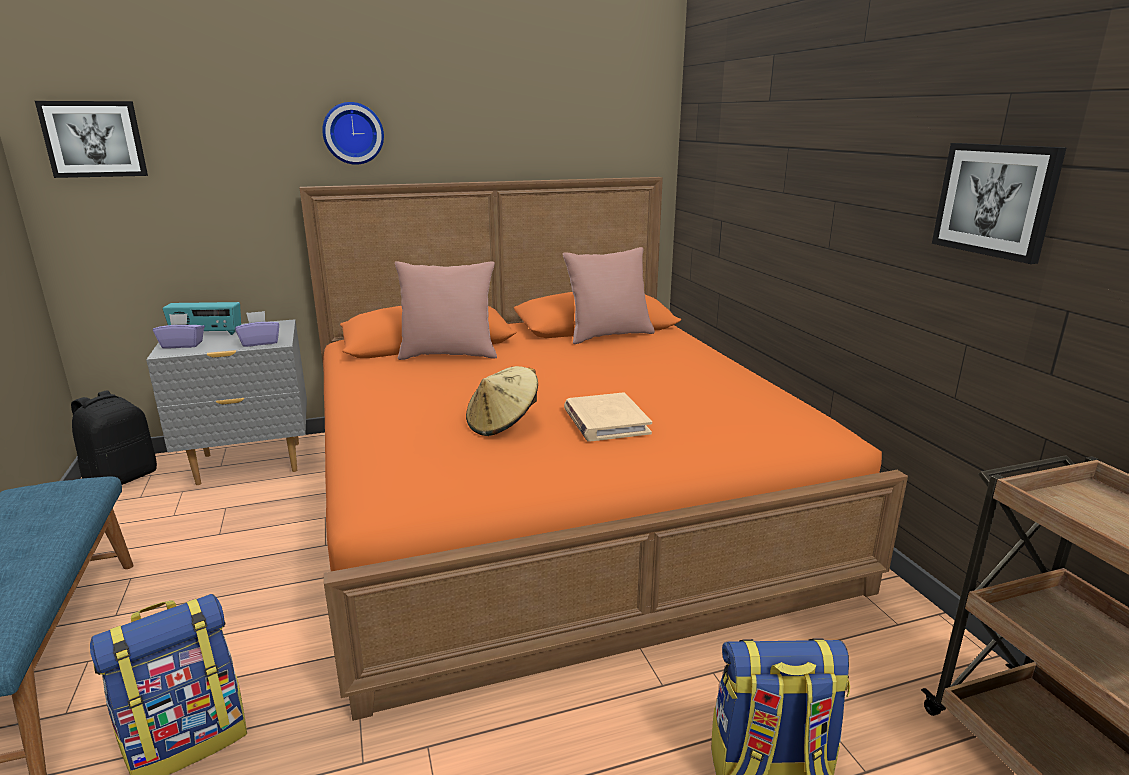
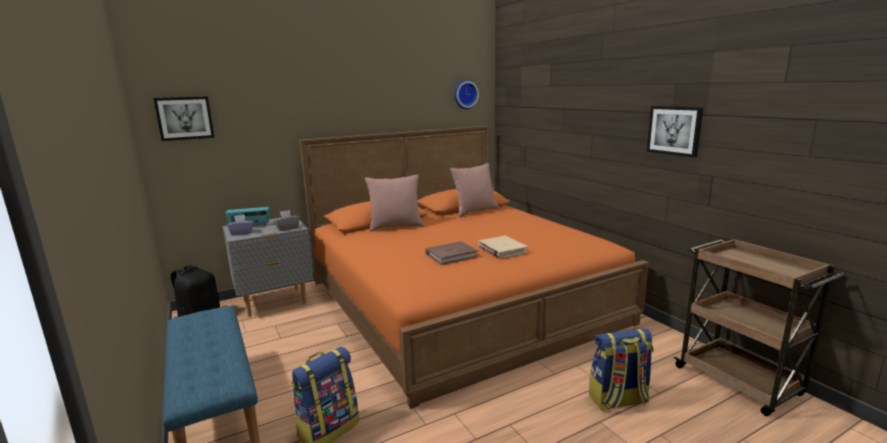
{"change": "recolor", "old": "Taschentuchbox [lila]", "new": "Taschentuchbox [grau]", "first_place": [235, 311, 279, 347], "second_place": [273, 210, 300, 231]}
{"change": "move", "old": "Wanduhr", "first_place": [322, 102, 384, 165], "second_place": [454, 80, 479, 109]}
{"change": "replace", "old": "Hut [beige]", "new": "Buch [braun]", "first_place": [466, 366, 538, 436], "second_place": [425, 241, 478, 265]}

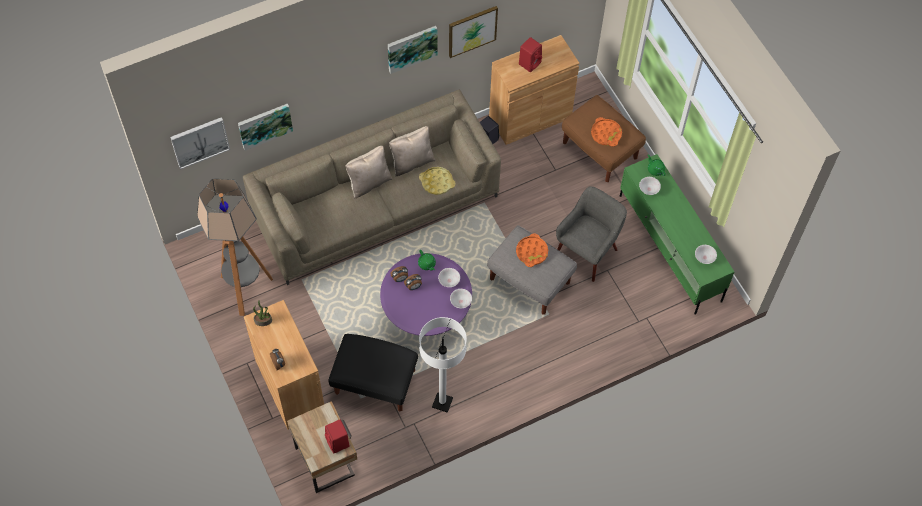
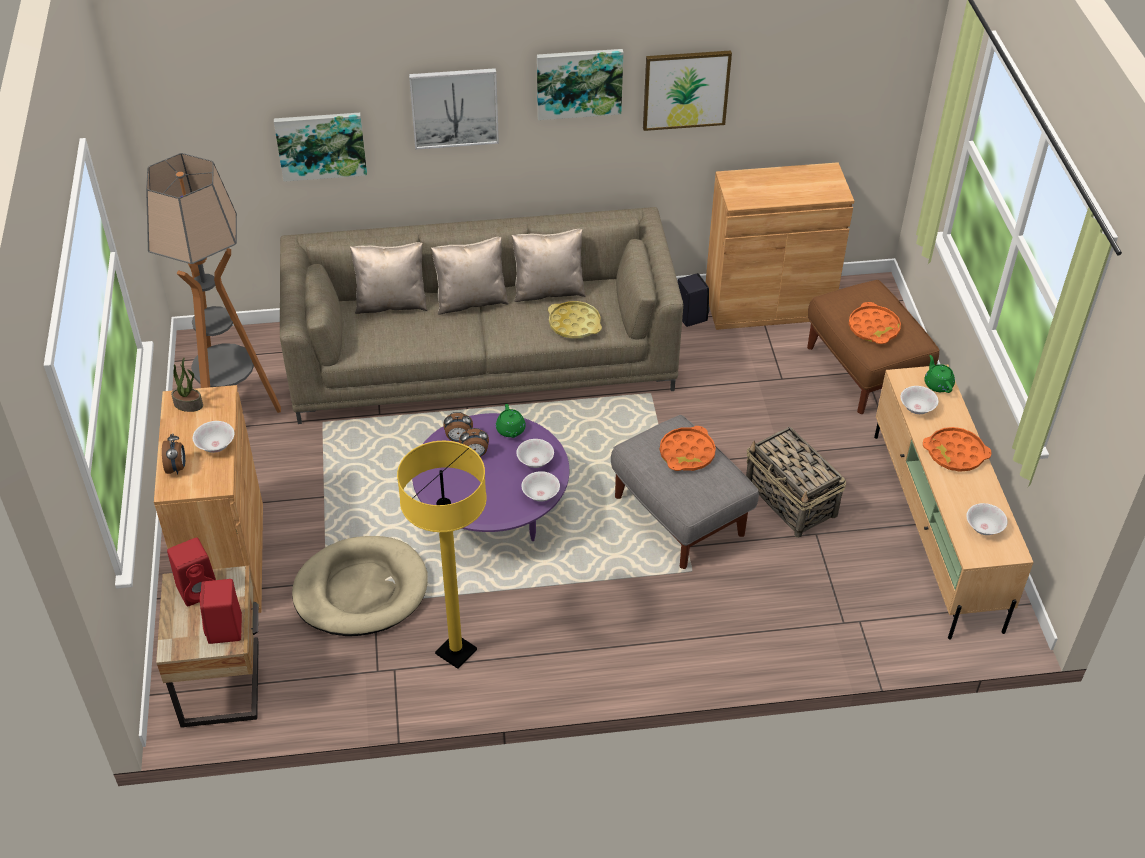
{"change": "move", "old": "Bild", "first_place": [170, 117, 230, 169], "second_place": [409, 68, 499, 150]}
{"change": "replace", "old": "Polsterhocker [schwarz]", "new": "Hundebett [beige]", "first_place": [329, 334, 418, 411], "second_place": [292, 536, 427, 636]}
{"change": "recolor", "old": "Stehlampe [weiß]", "new": "Stehlampe [gelb]", "first_place": [419, 317, 467, 413], "second_place": [397, 441, 487, 669]}
{"change": "move", "old": "Lautsprecher [rot]", "first_place": [519, 37, 542, 72], "second_place": [167, 537, 216, 607]}
{"change": "replace", "old": "Sessel [grau]", "new": "Korb", "first_place": [556, 186, 627, 282], "second_place": [746, 427, 846, 538]}
{"change": "recolor", "old": "Fernsehschrank [grün]", "new": "Fernsehschrank [beige]", "first_place": [620, 154, 735, 315], "second_place": [874, 365, 1034, 639]}
{"change": "insert", "new": "Schüssel [weiß]", "second_place": [193, 421, 234, 453]}
{"change": "insert", "new": "Kissen [beige]", "second_place": [350, 242, 428, 314]}
{"change": "insert", "new": "Tablett [orange]", "second_place": [923, 427, 992, 472]}

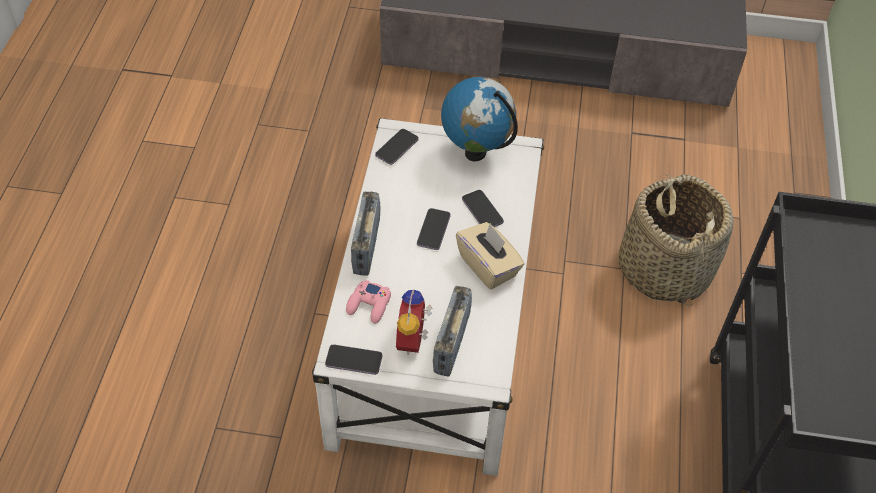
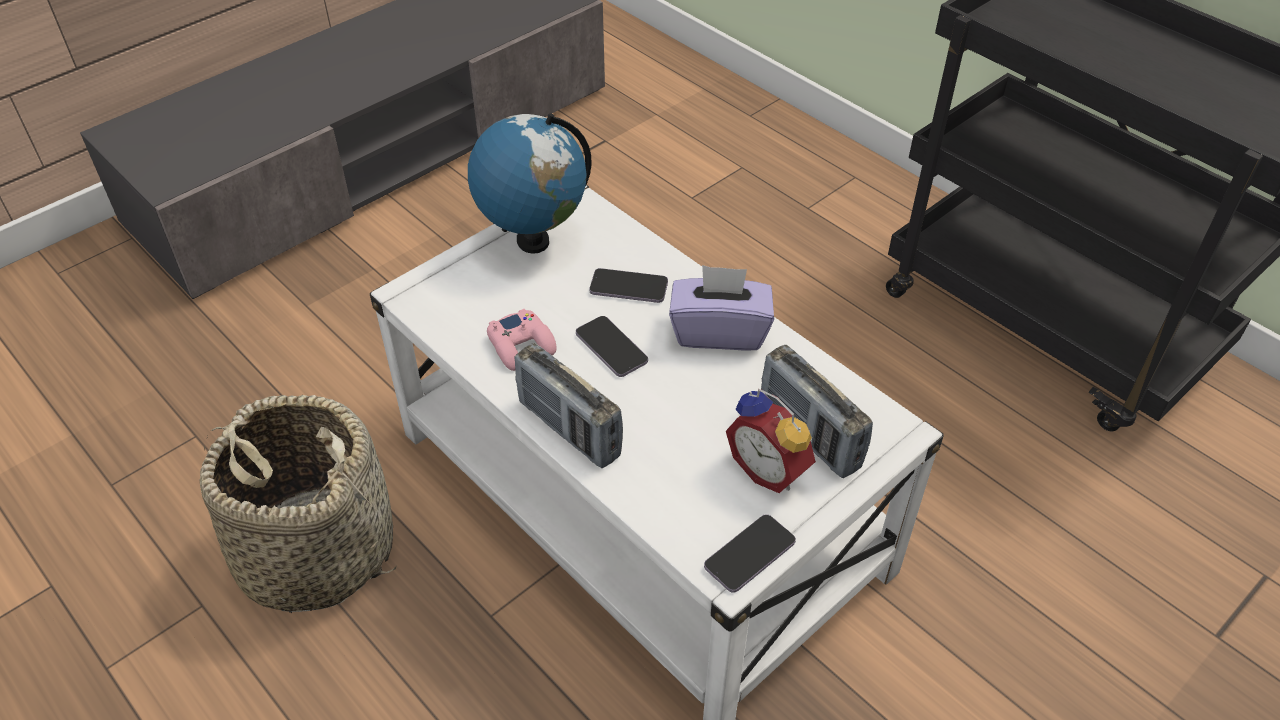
{"change": "move", "old": "Gamepad [rosa]", "first_place": [346, 280, 391, 324], "second_place": [487, 308, 557, 371]}
{"change": "delete", "old": "Handy", "first_place": [375, 129, 419, 165]}
{"change": "recolor", "old": "Taschentuchbox [beige]", "new": "Taschentuchbox [lila]", "first_place": [456, 222, 525, 290], "second_place": [669, 265, 774, 351]}
{"change": "move", "old": "Korb", "first_place": [619, 174, 733, 306], "second_place": [199, 395, 397, 613]}

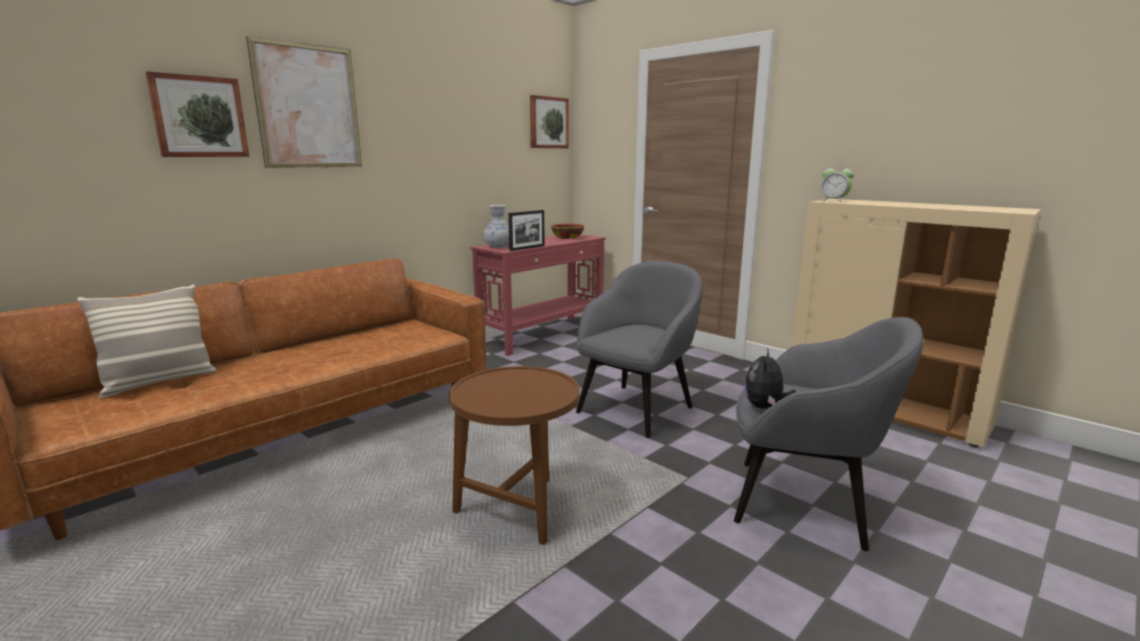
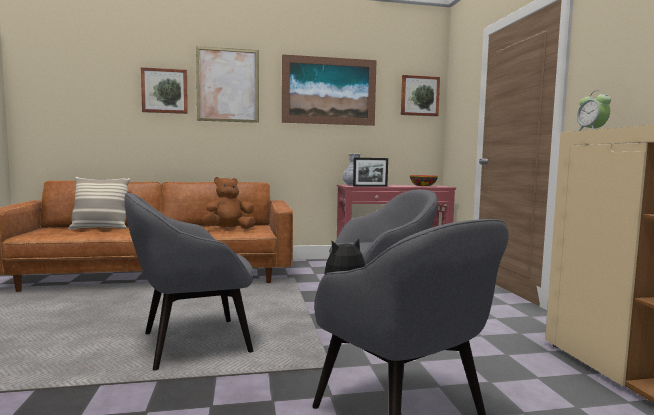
{"change": "replace", "old": "Beistelltisch [braun]", "new": "Sessel [grau]", "first_place": [449, 366, 580, 545], "second_place": [125, 193, 255, 370]}
{"change": "insert", "new": "Plüschtier [braun]", "second_place": [202, 177, 256, 229]}
{"change": "insert", "new": "Bild", "second_place": [282, 54, 377, 126]}

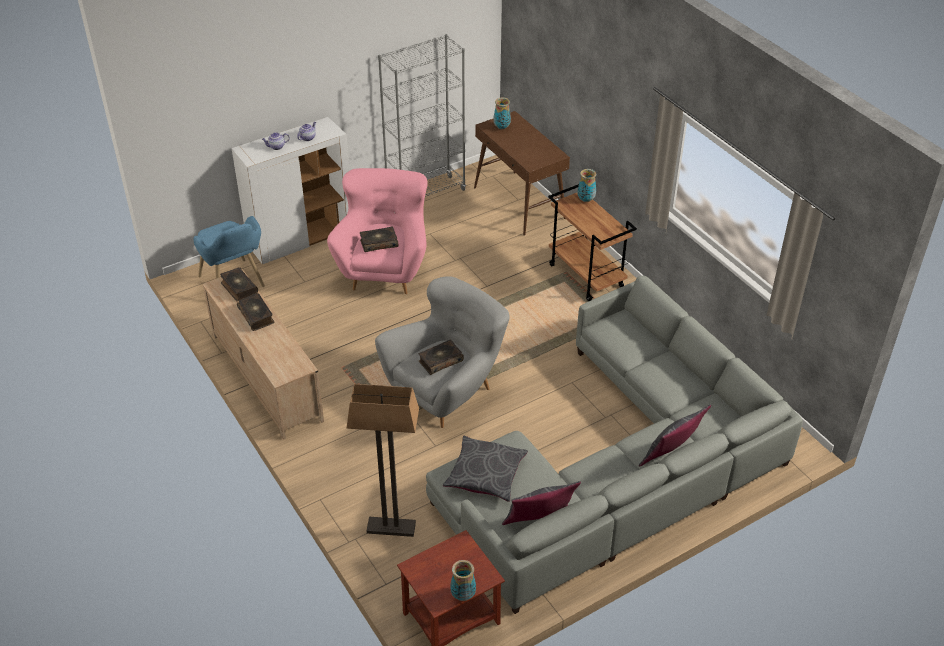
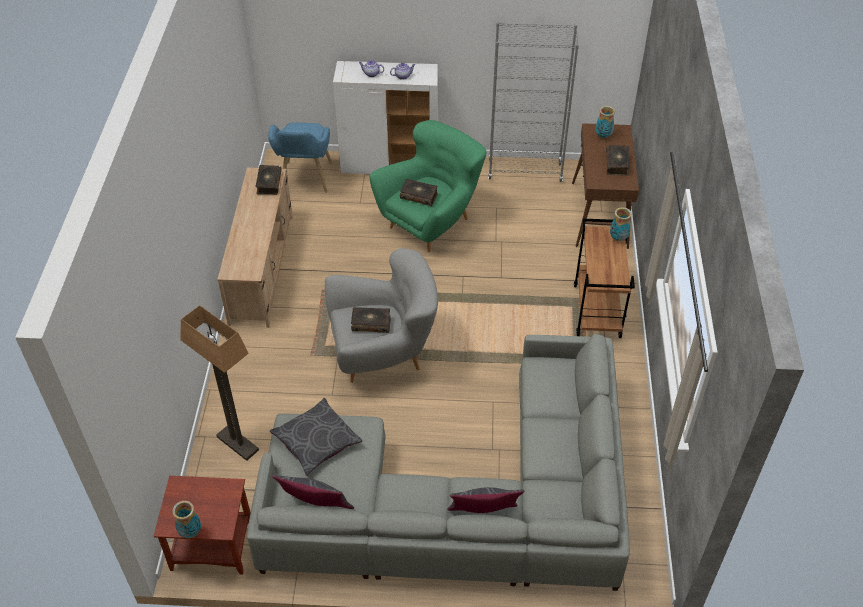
{"change": "move", "old": "Buch", "first_place": [237, 293, 274, 331], "second_place": [606, 145, 630, 176]}
{"change": "recolor", "old": "Sessel [rosa]", "new": "Sessel [grün]", "first_place": [327, 168, 428, 294], "second_place": [369, 120, 486, 252]}

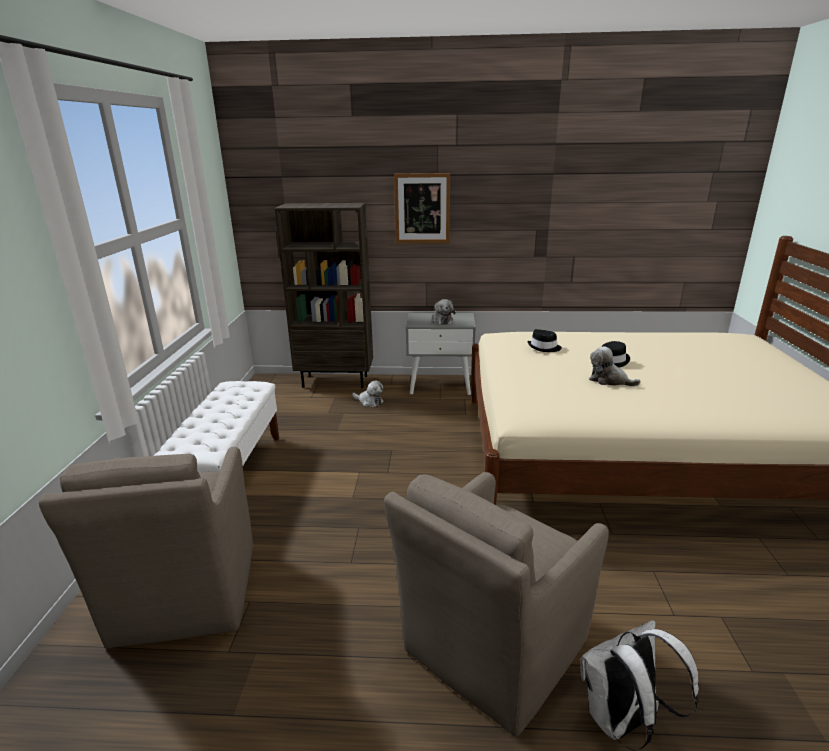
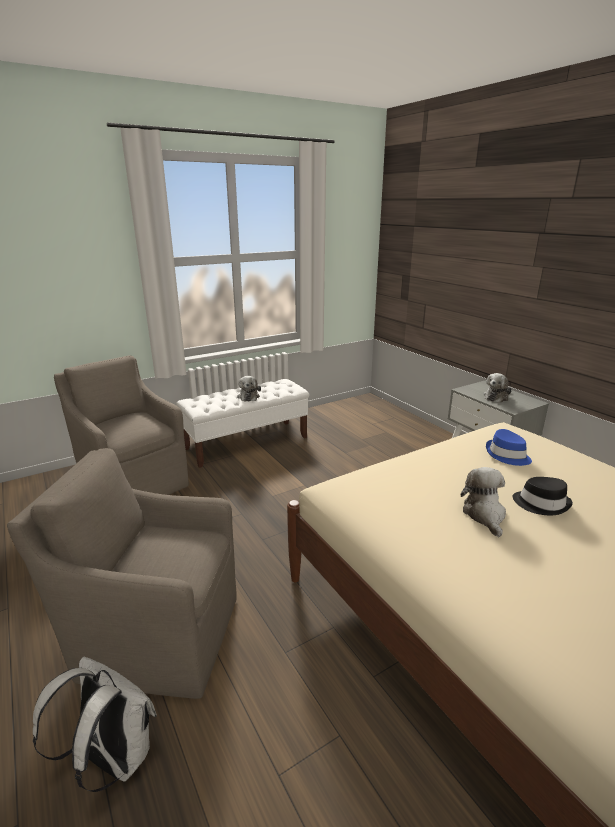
{"change": "rotate", "old": "Sessel [braun]", "first_place": [39, 447, 253, 648], "second_place": [54, 355, 189, 495], "degrees": 90}
{"change": "delete", "old": "Bücherregal [braun]", "first_place": [274, 203, 373, 388]}
{"change": "move", "old": "Plüschtier", "first_place": [352, 380, 384, 407], "second_place": [237, 376, 261, 401]}
{"change": "delete", "old": "Bild", "first_place": [394, 173, 450, 243]}
{"change": "recolor", "old": "Hut [schwarz]", "new": "Hut [blau]", "first_place": [527, 329, 562, 352], "second_place": [486, 429, 532, 466]}

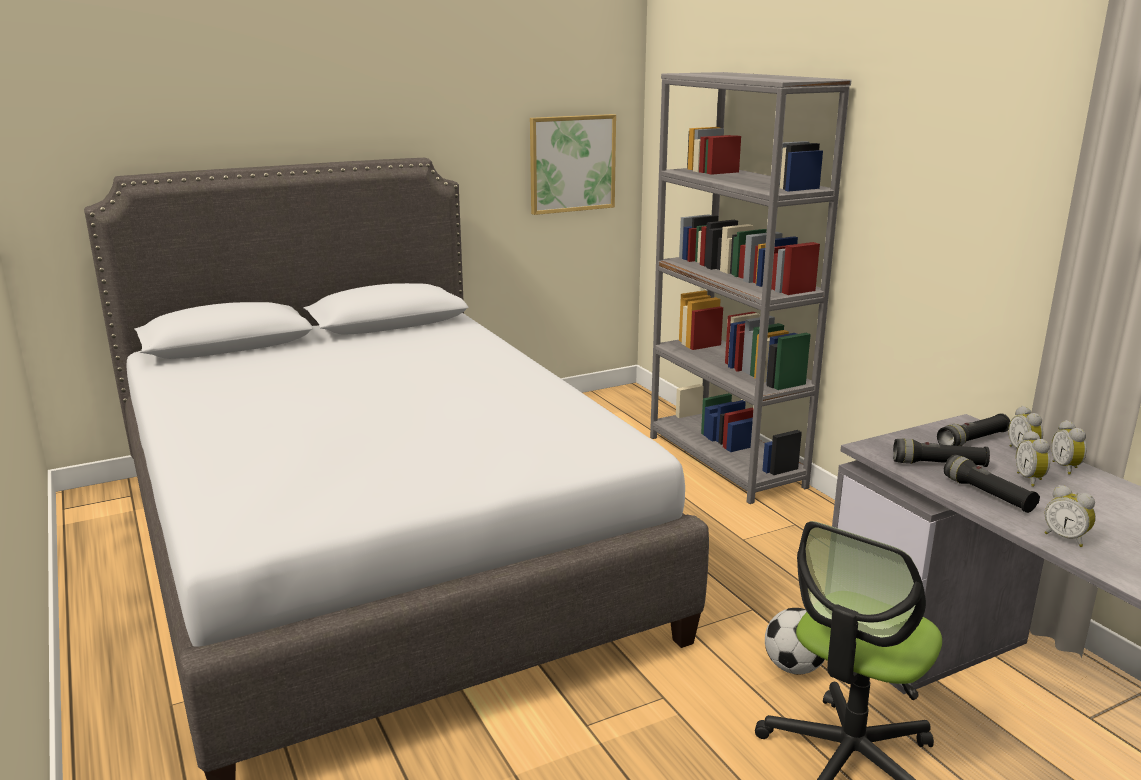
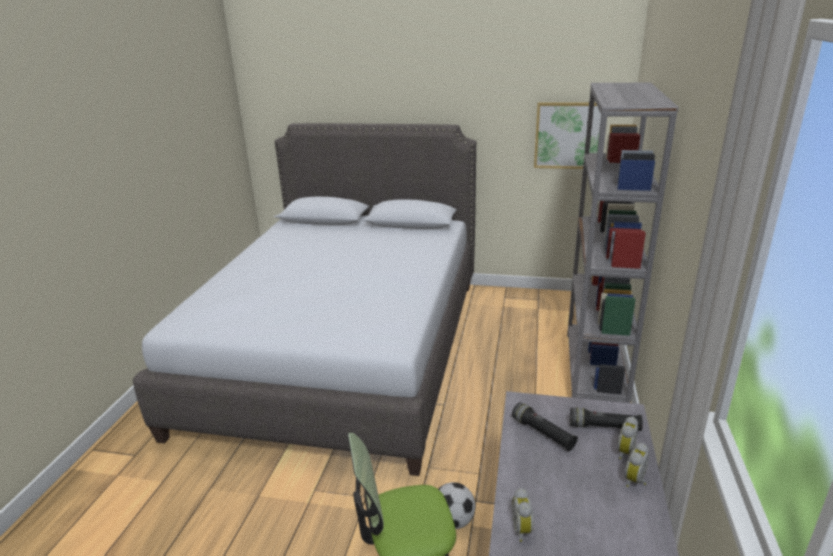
{"change": "delete", "old": "Taschenlampe [schwarz]", "first_place": [944, 455, 1040, 513]}
{"change": "delete", "old": "Wecker", "first_place": [1016, 430, 1050, 487]}

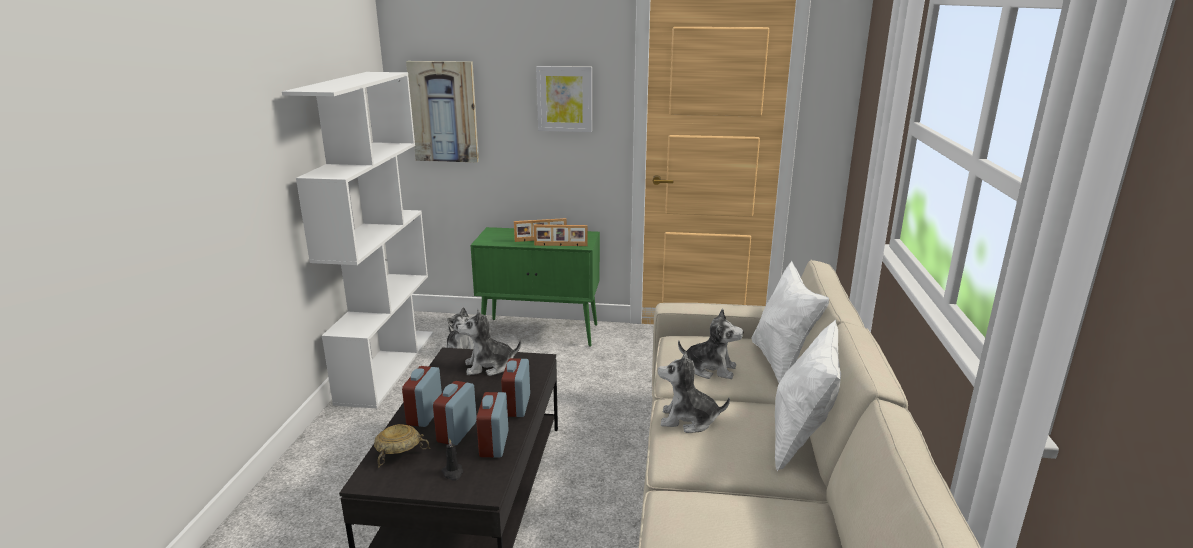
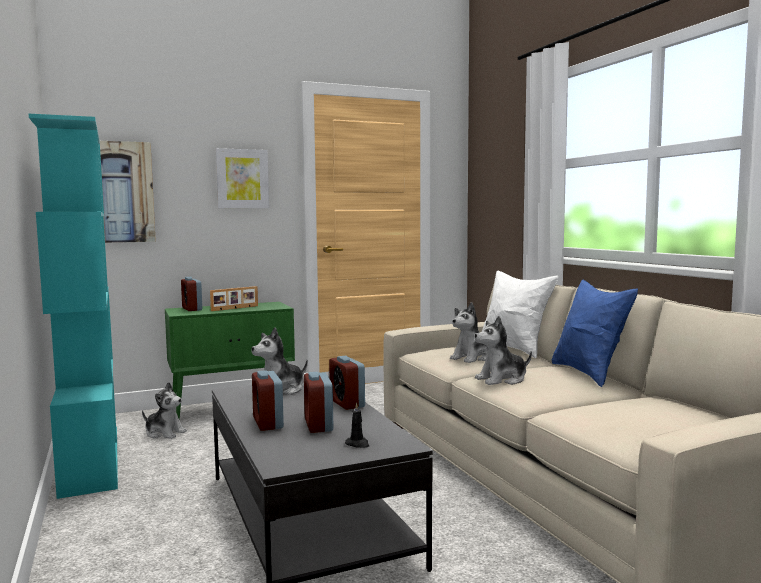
{"change": "recolor", "old": "Bücherregal [weiß]", "new": "Bücherregal [türkis]", "first_place": [282, 72, 433, 408], "second_place": [29, 114, 118, 499]}
{"change": "delete", "old": "Schüssel [beige]", "first_place": [374, 424, 431, 468]}
{"change": "move", "old": "Wecker", "first_place": [476, 392, 508, 457], "second_place": [181, 277, 202, 311]}
{"change": "delete", "old": "Bilderrahmen", "first_place": [534, 225, 588, 246]}
{"change": "rotate", "old": "Plüschtier", "first_place": [678, 308, 743, 379], "second_place": [450, 302, 488, 363], "degrees": 150}
{"change": "recolor", "old": "Kissen [weiß]", "new": "Kissen [blau]", "first_place": [775, 320, 841, 471], "second_place": [552, 279, 638, 387]}

